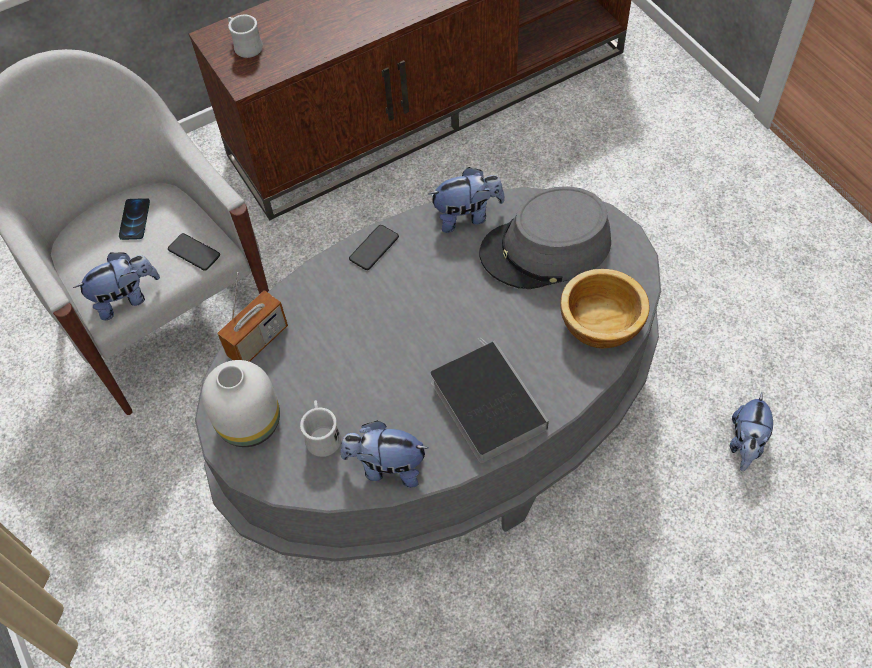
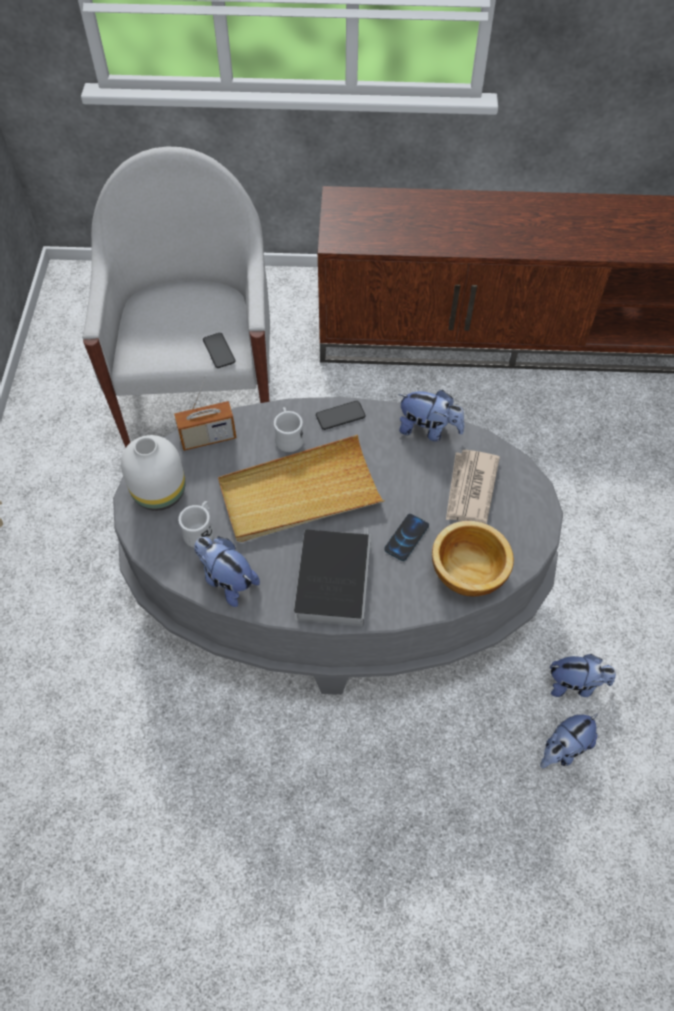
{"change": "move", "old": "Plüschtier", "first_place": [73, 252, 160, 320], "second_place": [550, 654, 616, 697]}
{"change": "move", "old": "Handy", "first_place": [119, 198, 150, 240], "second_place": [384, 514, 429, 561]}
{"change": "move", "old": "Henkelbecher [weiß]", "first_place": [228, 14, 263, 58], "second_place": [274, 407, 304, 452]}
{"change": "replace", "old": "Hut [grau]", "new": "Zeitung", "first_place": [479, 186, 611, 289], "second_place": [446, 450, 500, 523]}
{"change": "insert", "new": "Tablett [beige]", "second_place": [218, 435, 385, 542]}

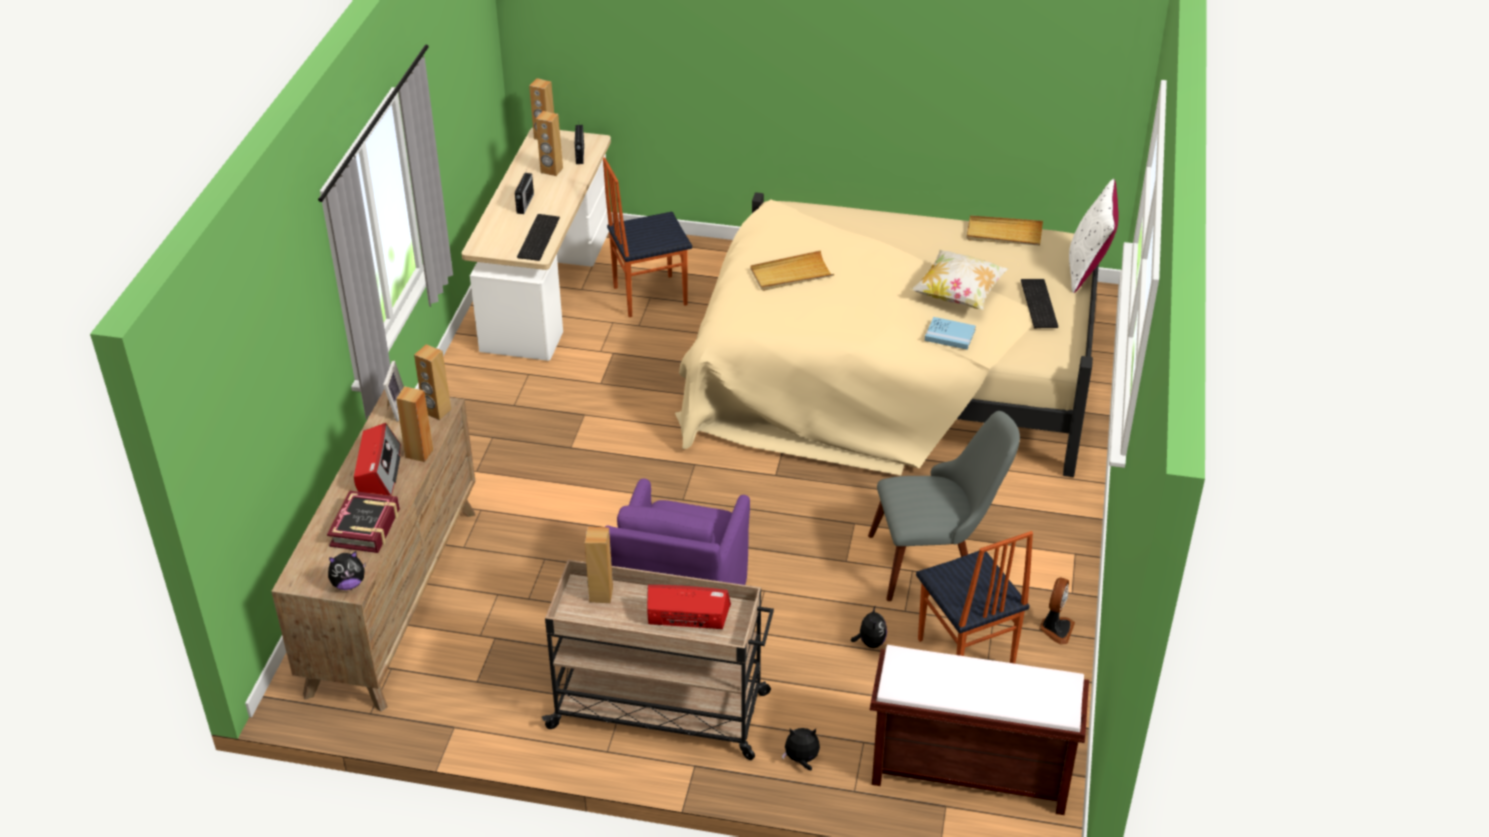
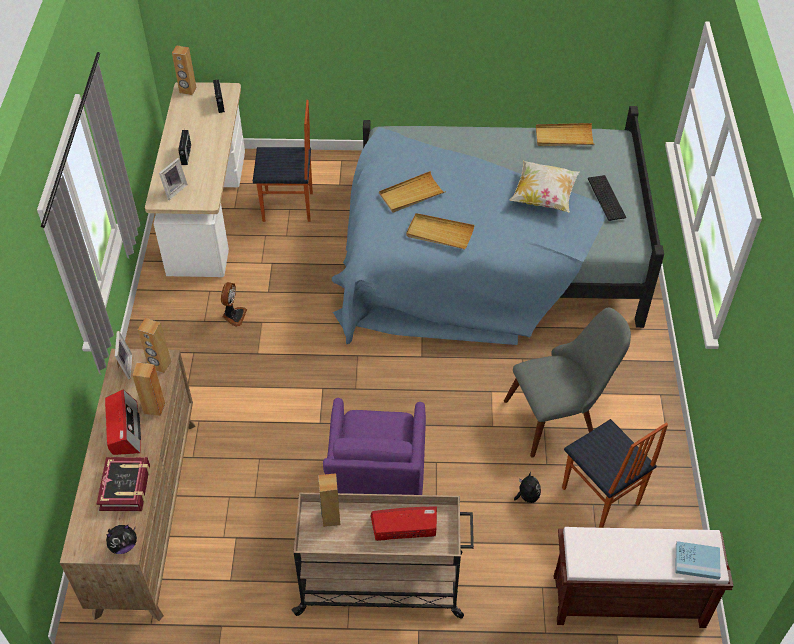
{"change": "delete", "old": "Tastatur", "first_place": [517, 214, 560, 261]}
{"change": "delete", "old": "Lautsprecher [braun]", "first_place": [536, 111, 563, 176]}
{"change": "rotate", "old": "Stuhl", "first_place": [603, 158, 692, 317], "second_place": [253, 100, 313, 222], "degrees": -150}
{"change": "recolor", "old": "Bett [beige]", "new": "Bett [blau]", "first_place": [675, 192, 1099, 477], "second_place": [332, 106, 664, 345]}
{"change": "delete", "old": "Plüschtier", "first_place": [782, 728, 820, 770]}
{"change": "move", "old": "Buch [blau]", "first_place": [925, 317, 976, 350], "second_place": [676, 541, 721, 580]}
{"change": "move", "old": "Ventilator", "first_place": [1039, 578, 1075, 645], "second_place": [221, 282, 247, 327]}
{"change": "delete", "old": "Kissen [weiß]", "first_place": [1069, 179, 1119, 293]}
{"change": "insert", "new": "Bilderrahmen", "second_place": [159, 158, 188, 200]}
{"change": "insert", "new": "Tablett [beige]", "second_place": [406, 213, 475, 250]}

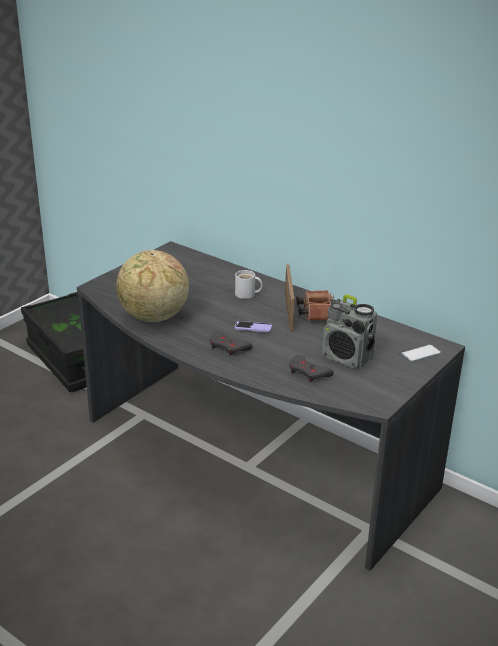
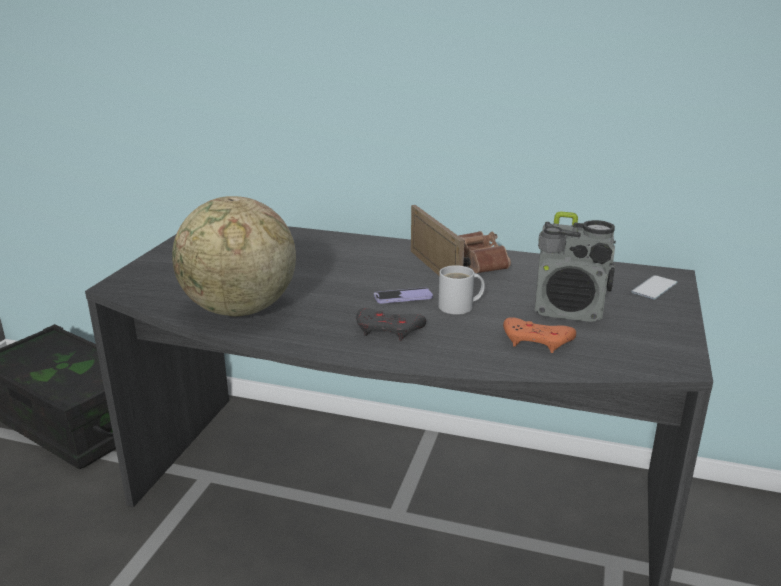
{"change": "move", "old": "Henkelbecher [weiß]", "first_place": [235, 270, 262, 299], "second_place": [438, 265, 485, 315]}
{"change": "recolor", "old": "Gamepad [grau]", "new": "Gamepad [orange]", "first_place": [289, 355, 334, 382], "second_place": [503, 317, 576, 353]}

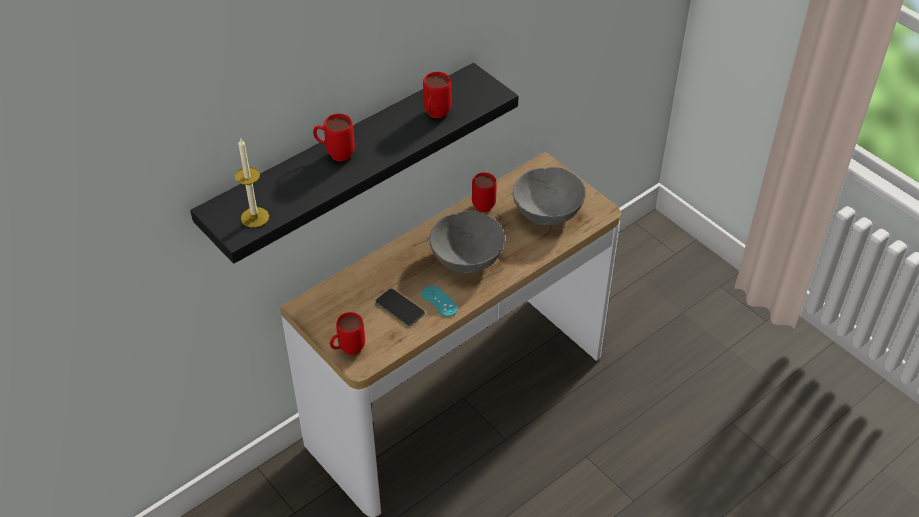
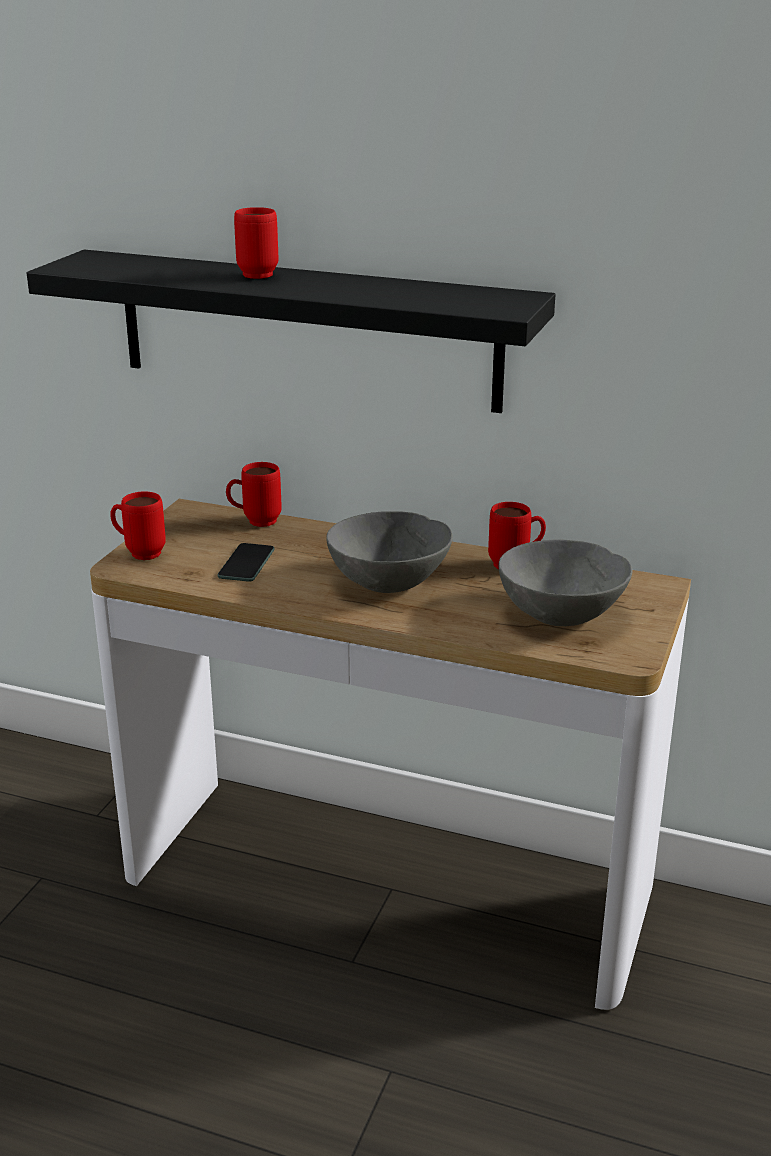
{"change": "delete", "old": "Kerze", "first_place": [235, 137, 269, 228]}
{"change": "delete", "old": "Gamepad [türkis]", "first_place": [422, 286, 458, 317]}
{"change": "move", "old": "Henkelbecher [rot]", "first_place": [423, 72, 451, 118], "second_place": [226, 462, 282, 527]}

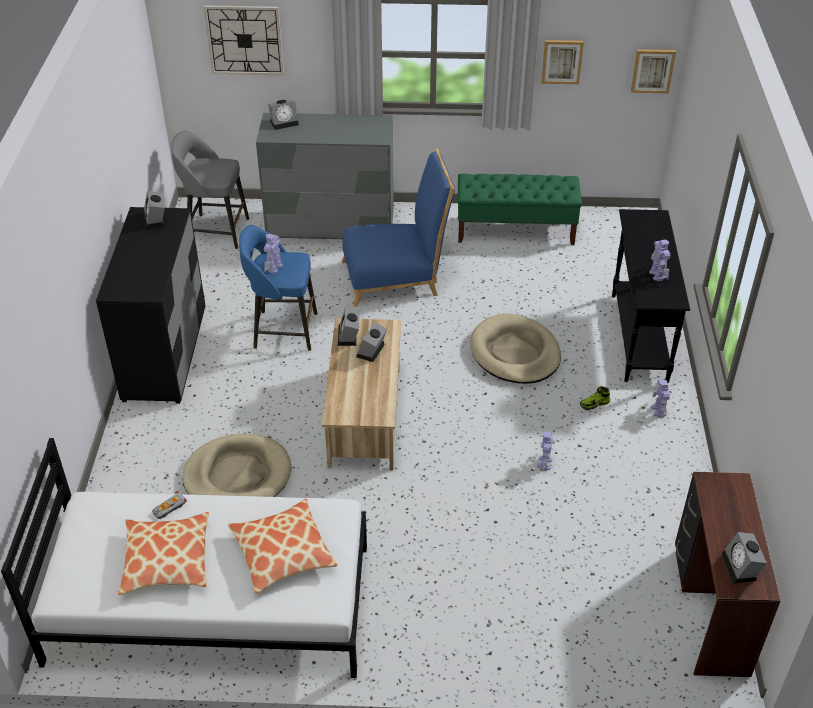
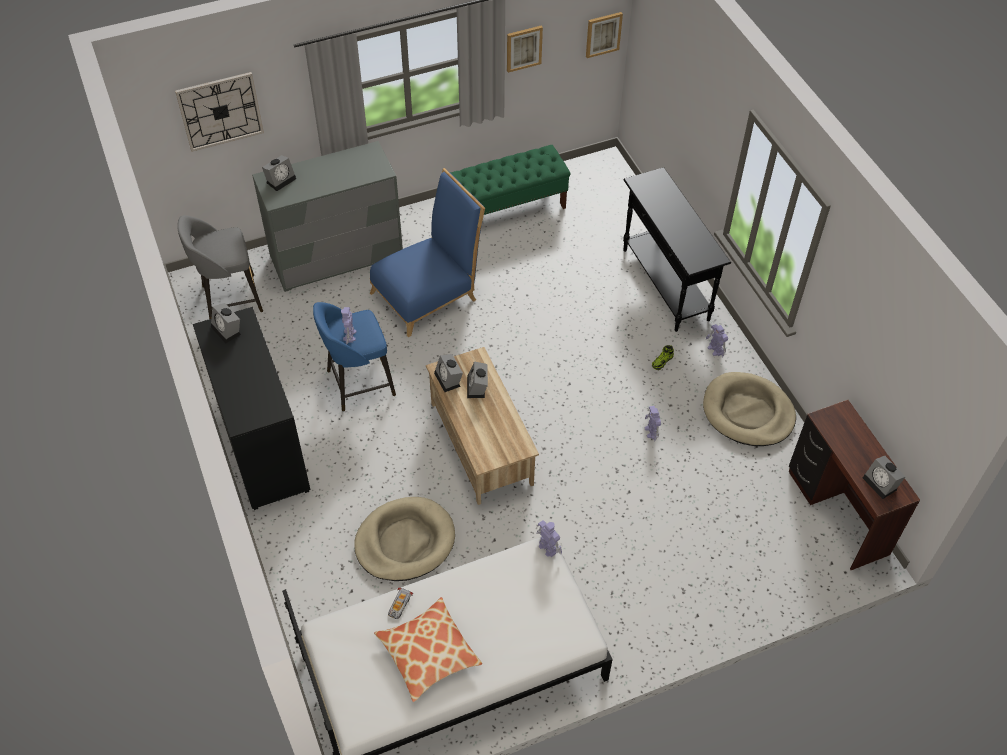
{"change": "delete", "old": "Kissen", "first_place": [228, 499, 337, 594]}
{"change": "move", "old": "Hundebett [beige]", "first_place": [470, 313, 561, 384], "second_place": [703, 372, 796, 446]}
{"change": "move", "old": "Spielzeugroboter", "first_place": [649, 240, 671, 281], "second_place": [536, 520, 562, 557]}

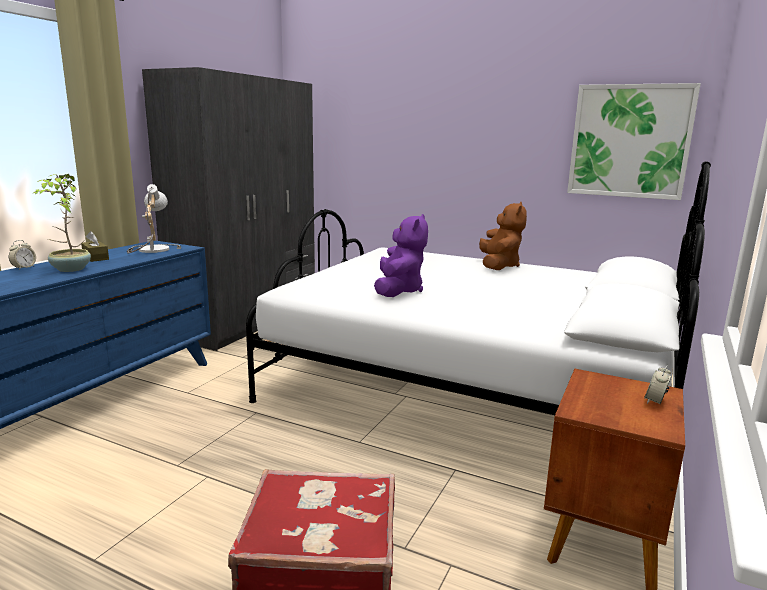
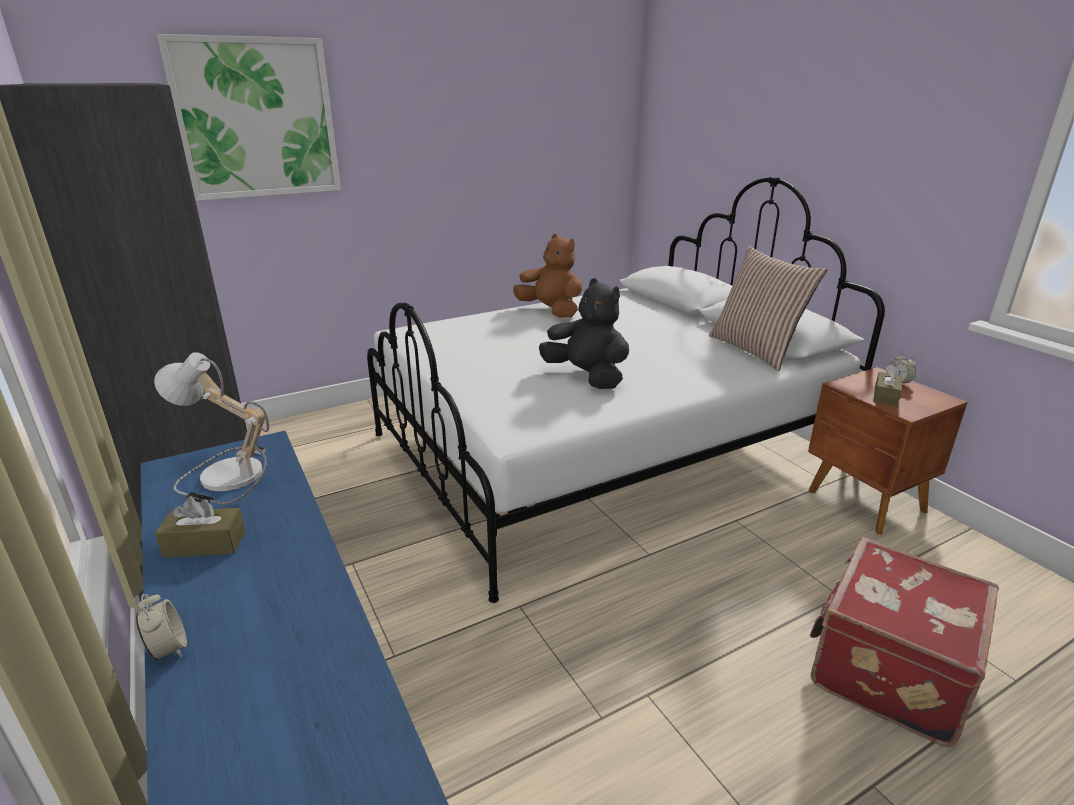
{"change": "delete", "old": "Topfpflanze", "first_place": [34, 174, 91, 272]}
{"change": "recolor", "old": "Plüschtier [lila]", "new": "Plüschtier [schwarz]", "first_place": [374, 214, 428, 297], "second_place": [539, 278, 629, 389]}
{"change": "move", "old": "Bild", "first_place": [567, 83, 701, 200], "second_place": [157, 34, 341, 201]}
{"change": "insert", "new": "Kissen", "second_place": [709, 246, 827, 371]}
{"change": "insert", "new": "Taschentuchbox [braun]", "second_place": [873, 364, 902, 406]}

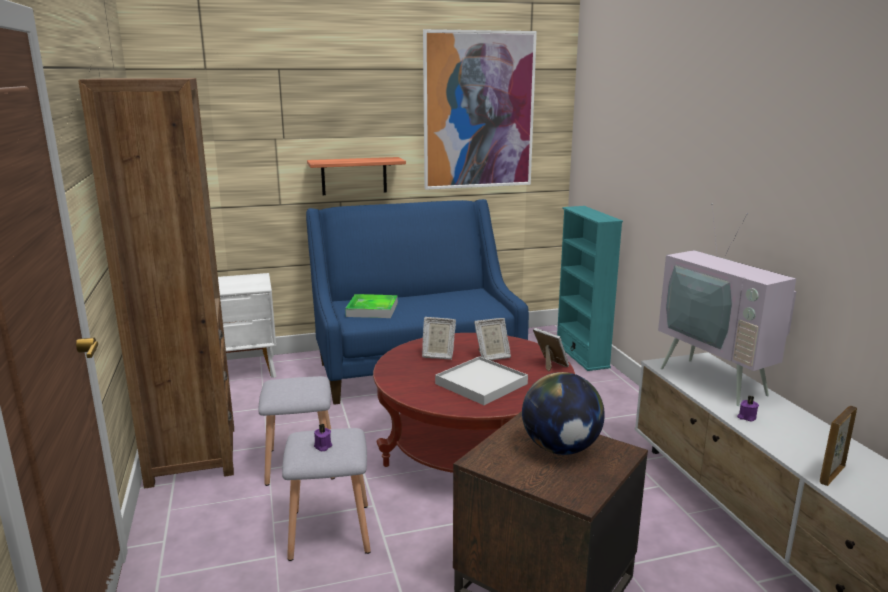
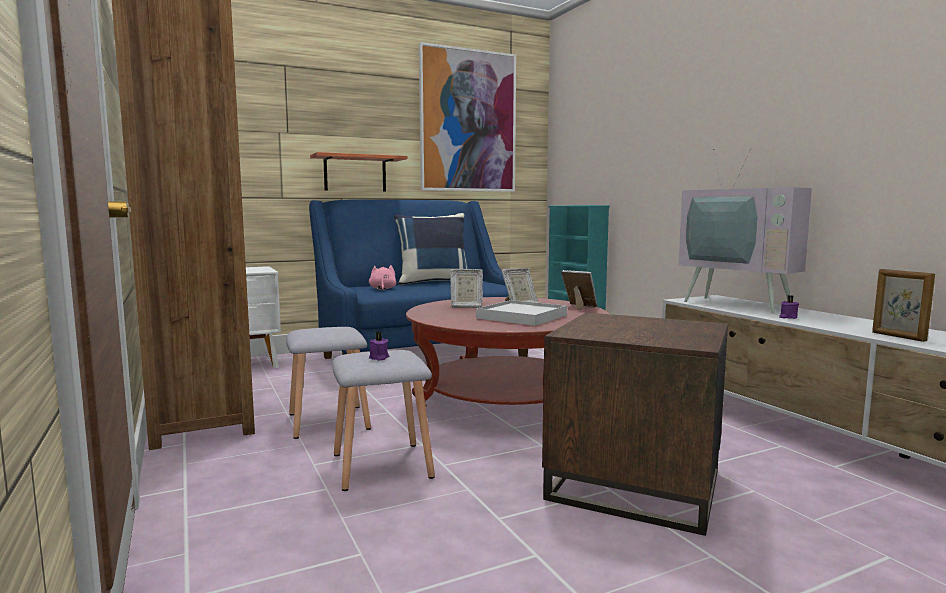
{"change": "replace", "old": "Tablett", "new": "Plüschtier [rosa]", "first_place": [345, 294, 398, 318], "second_place": [369, 265, 396, 290]}
{"change": "delete", "old": "Globus", "first_place": [522, 372, 605, 455]}
{"change": "rotate", "old": "Bilderrahmen", "first_place": [820, 406, 857, 486], "second_place": [872, 269, 935, 342], "degrees": -60}
{"change": "insert", "new": "Kissen [blau]", "second_place": [394, 213, 469, 285]}

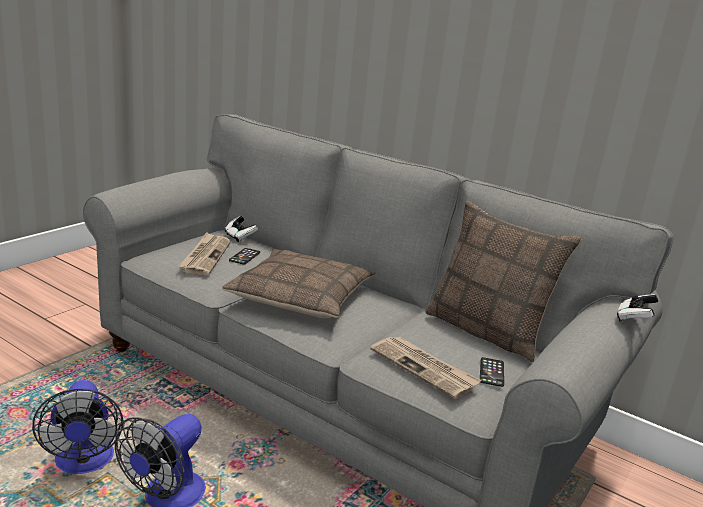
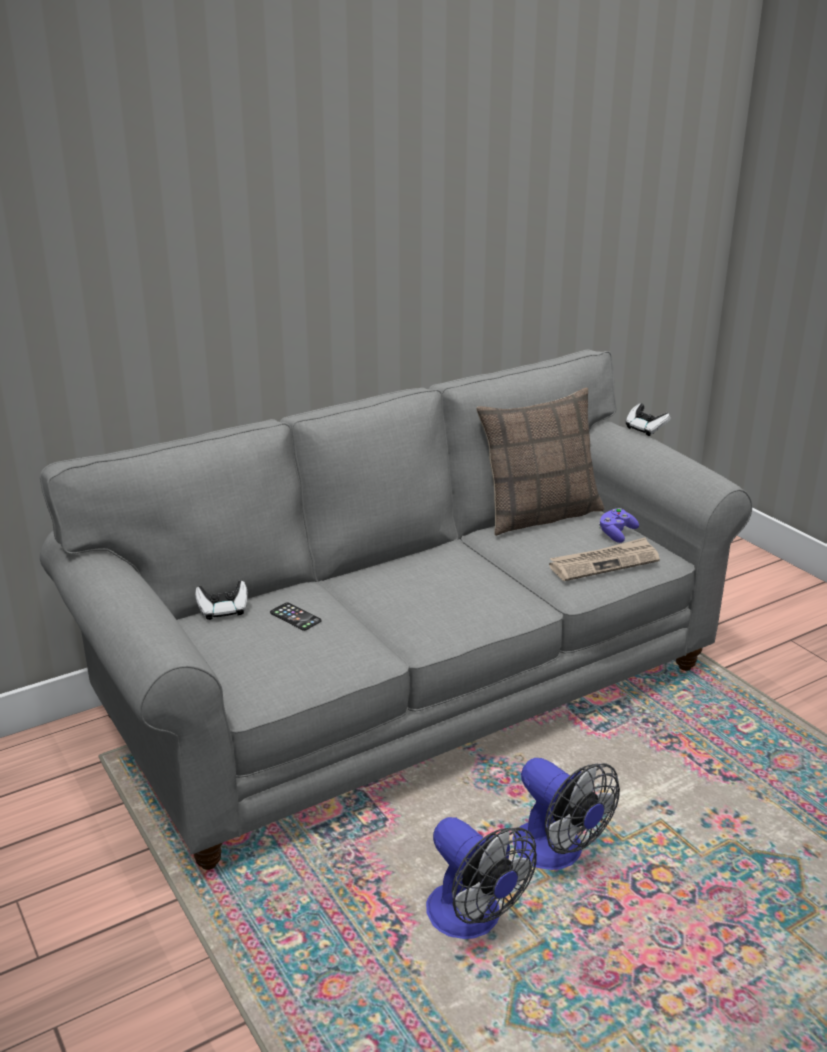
{"change": "rotate", "old": "Ventilator", "first_place": [32, 380, 123, 474], "second_place": [426, 817, 537, 939], "degrees": 45}
{"change": "delete", "old": "Zeitung", "first_place": [178, 232, 231, 276]}
{"change": "delete", "old": "Kissen", "first_place": [222, 249, 375, 318]}
{"change": "replace", "old": "Handy", "new": "Gamepad [lila]", "first_place": [480, 357, 504, 387], "second_place": [599, 508, 639, 543]}

